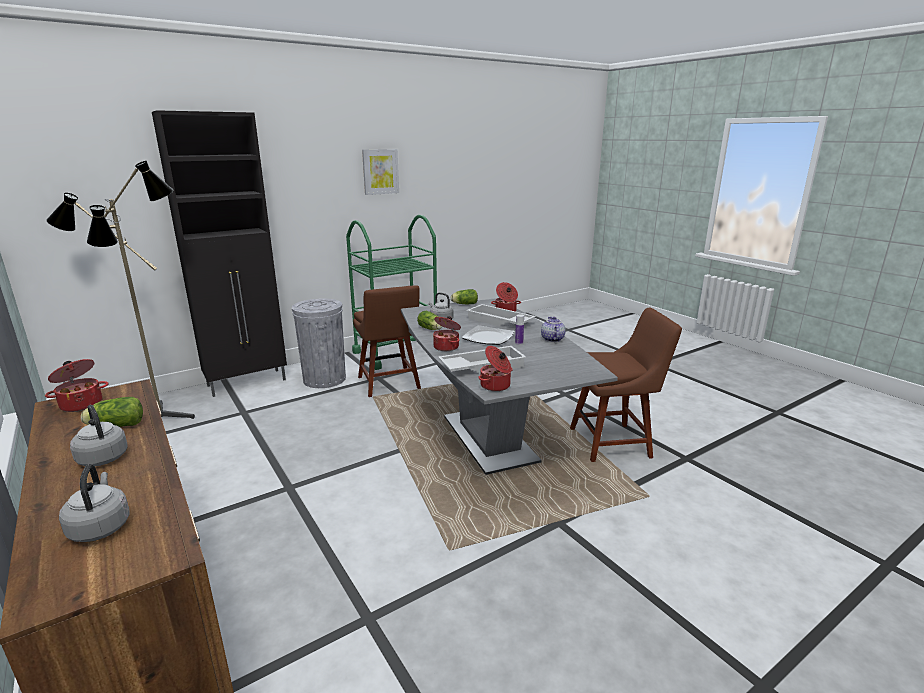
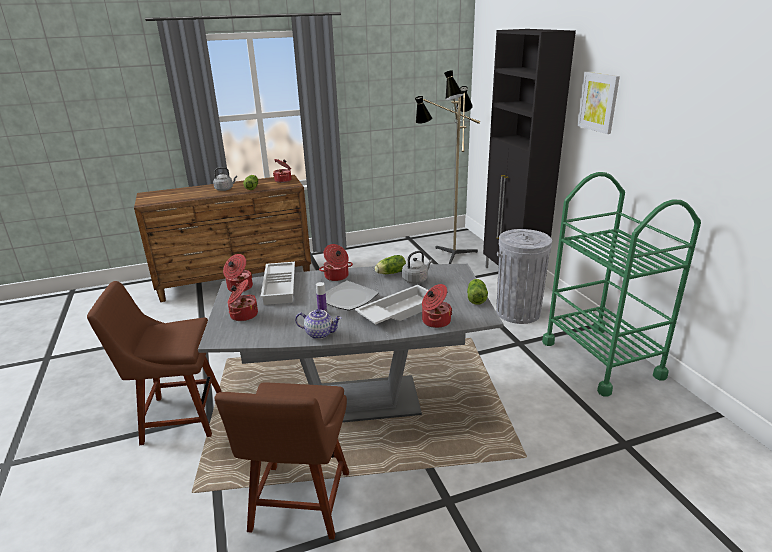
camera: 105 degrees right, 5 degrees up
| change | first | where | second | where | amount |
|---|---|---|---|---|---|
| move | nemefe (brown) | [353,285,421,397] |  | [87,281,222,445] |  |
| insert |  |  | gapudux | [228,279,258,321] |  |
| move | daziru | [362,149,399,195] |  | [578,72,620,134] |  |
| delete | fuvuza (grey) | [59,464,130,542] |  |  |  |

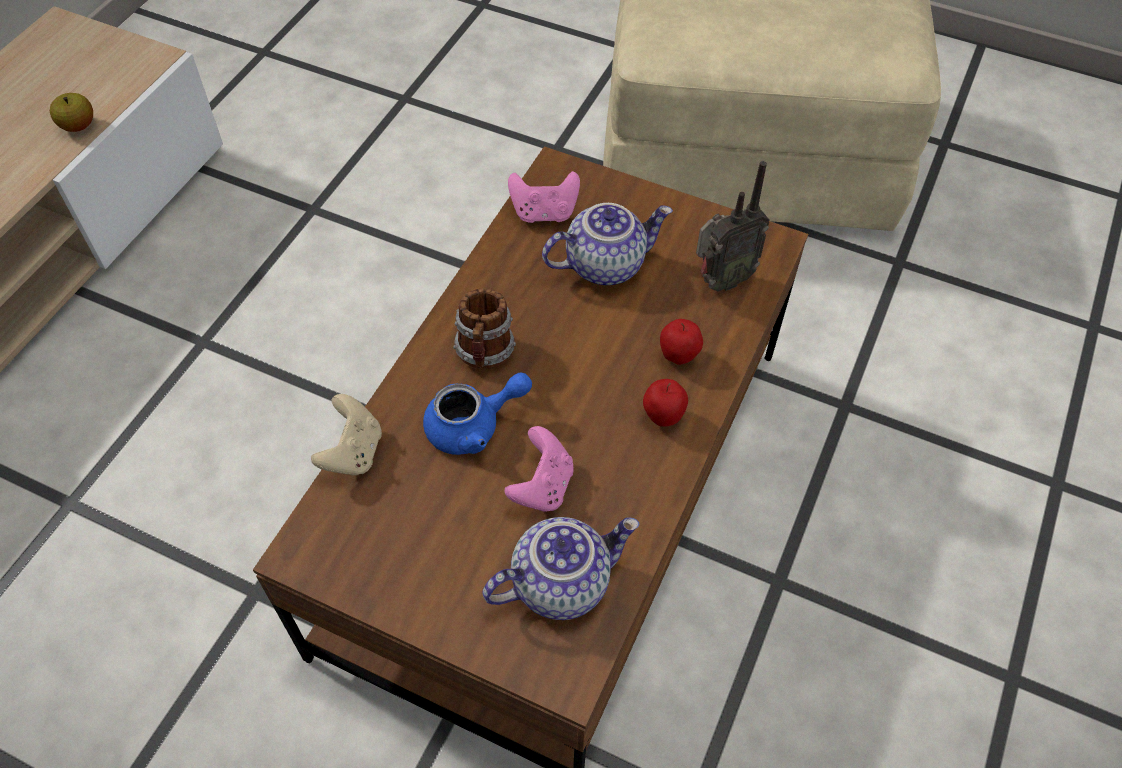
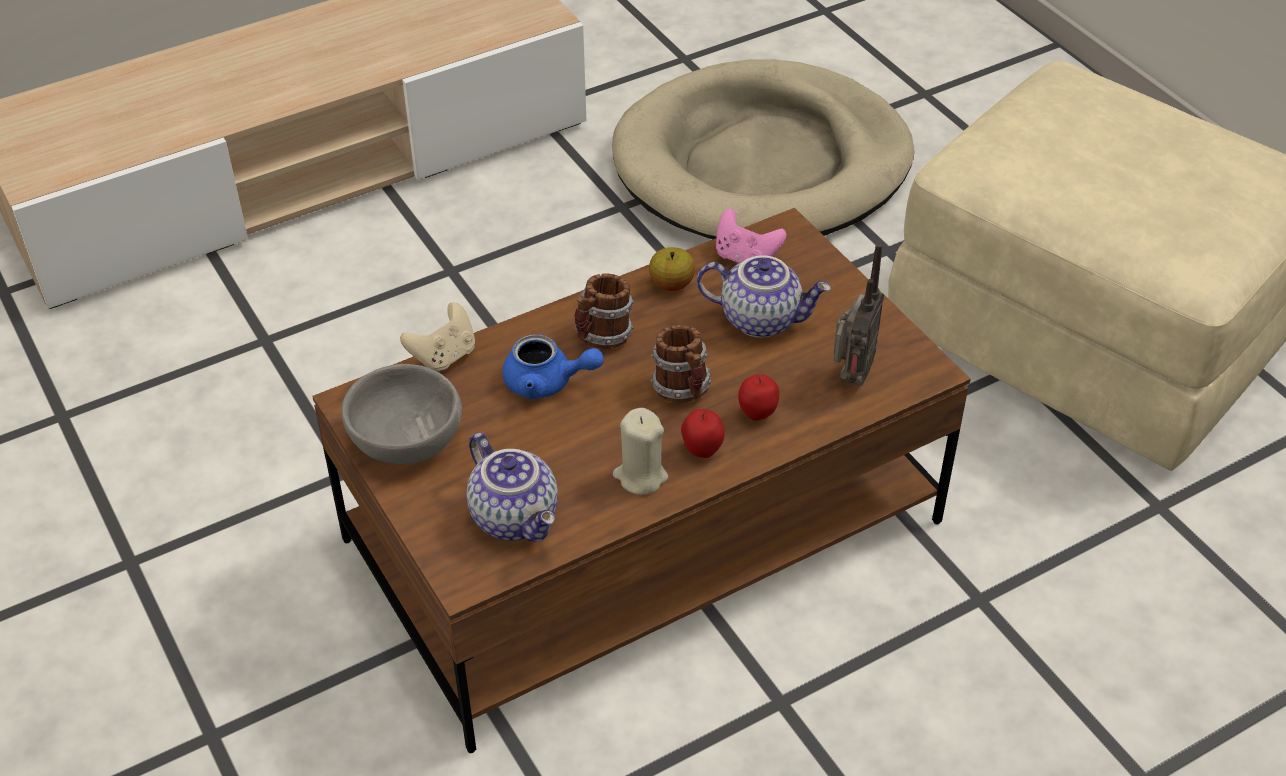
camera: 35 degrees right, 10 degrees down
| change | first | where | second | where | amount |
|---|---|---|---|---|---|
| insert |  |  | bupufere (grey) | [341,364,462,464] |  |
| rotate | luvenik | [483,517,639,620] |  | [467,433,558,542] | 45 degrees clockwise |
| insert |  |  | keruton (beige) | [612,59,914,239] |  |
| insert |  |  | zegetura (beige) | [613,408,668,495] |  |
| move | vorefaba | [50,93,93,132] |  | [649,247,695,291] |  |
| insert |  |  | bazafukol | [651,325,711,403] |  |
| rotate | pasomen | [696,161,770,292] |  | [834,243,884,386] | 75 degrees counterclockwise |
| delete | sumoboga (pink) | [505,426,574,511] |  |  |  |

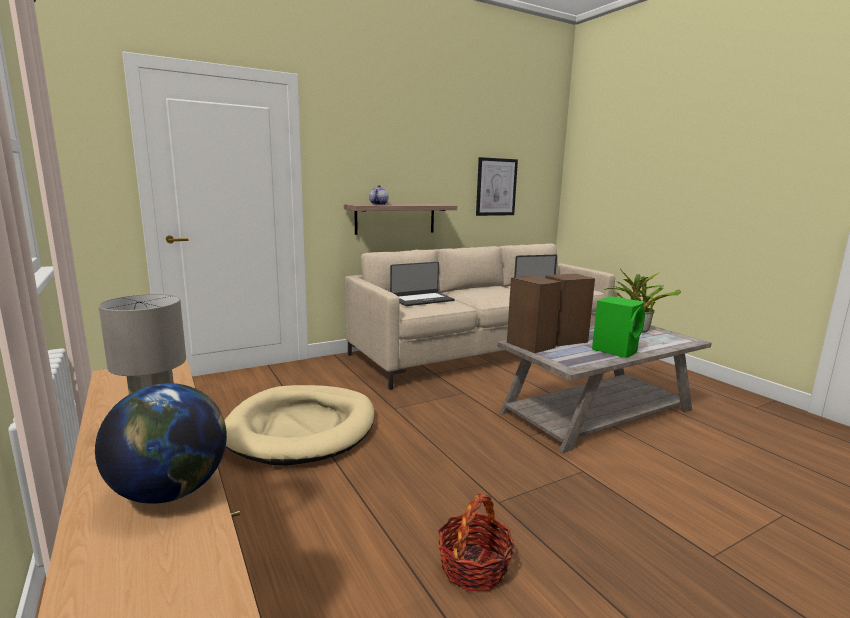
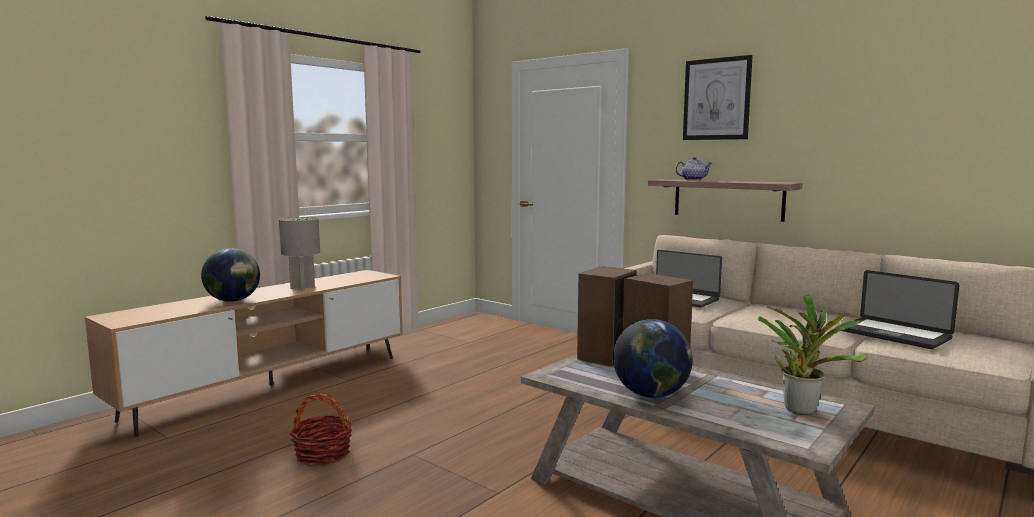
camera: 70 degrees right, 5 degrees down
| change | first | where | second | where | amount |
|---|---|---|---|---|---|
| replace | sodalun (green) | [592,296,645,358] | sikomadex | [613,319,693,398] |  |
| move | daziru | [476,157,518,216] |  | [683,55,753,140] |  |
| delete | keruton (beige) | [225,385,375,466] |  |  |  |

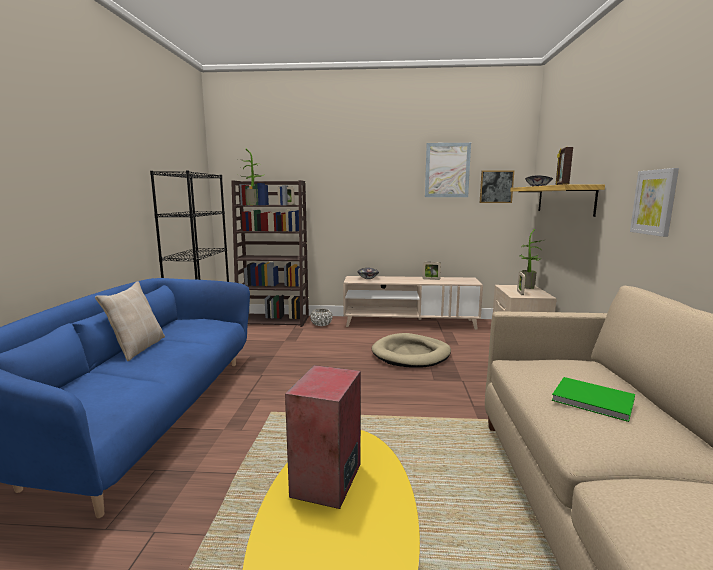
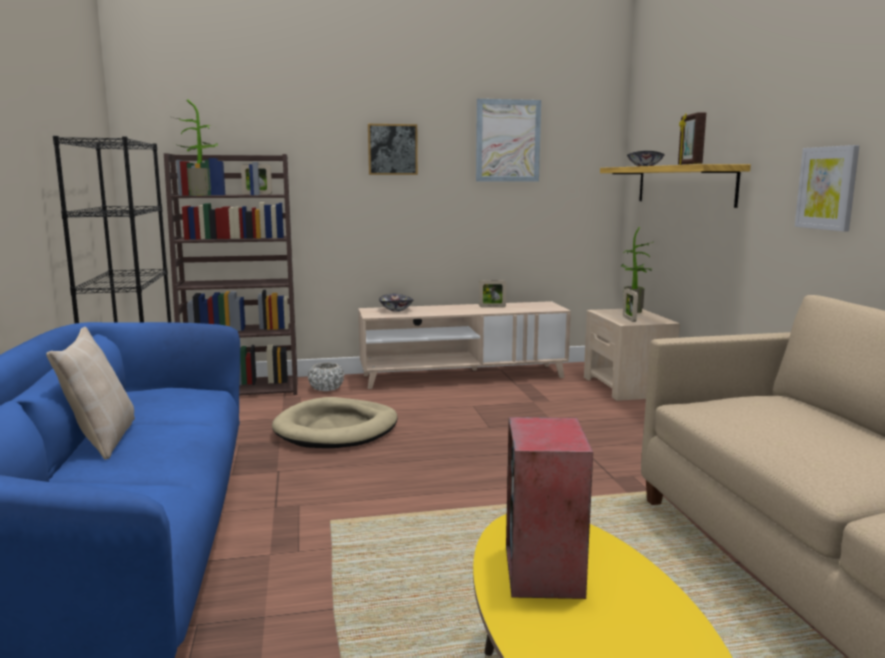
camera: 15 degrees left, 0 degrees up
| change | first | where | second | where | amount |
|---|---|---|---|---|---|
| move | keruton (beige) | [372,333,451,368] |  | [272,397,398,448] |  |
| move | daziru | [480,170,514,203] |  | [368,124,418,175] |  |
| delete | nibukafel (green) | [552,377,635,422] |  |  |  |

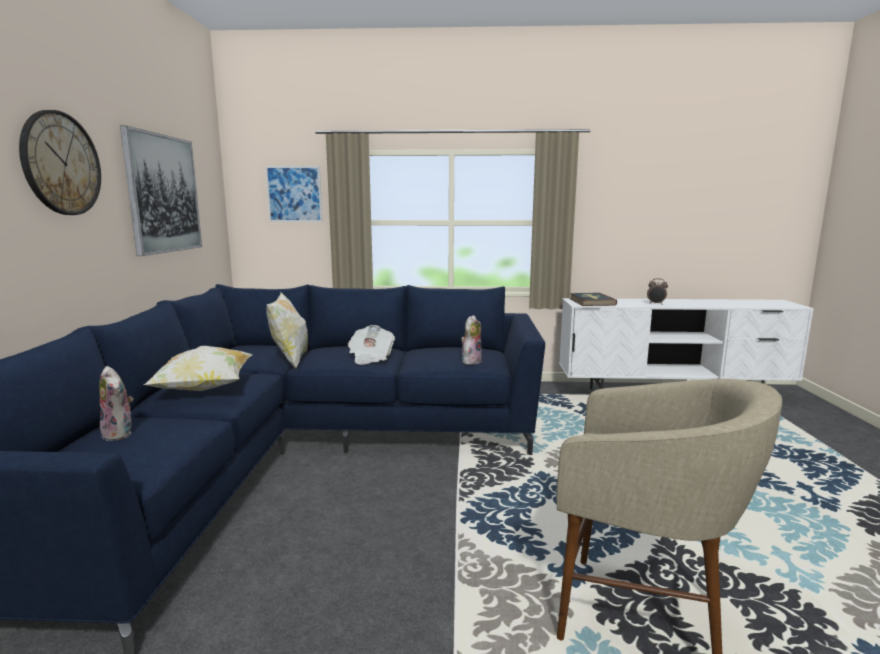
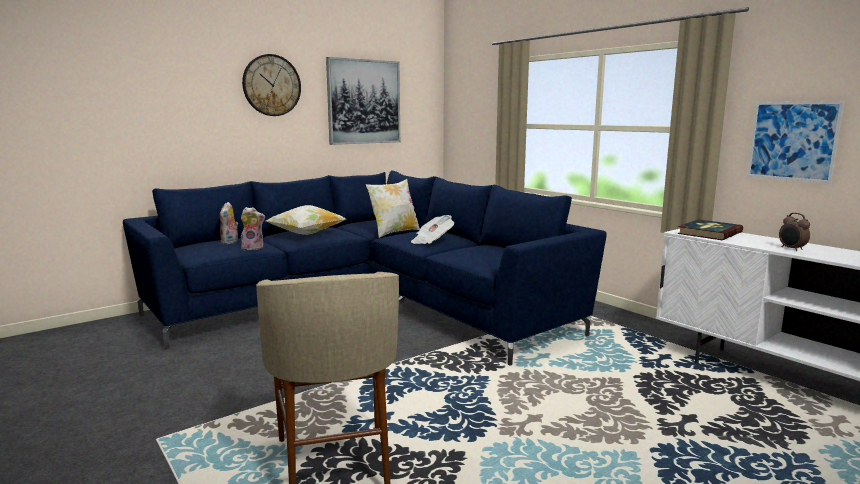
camera: 50 degrees right, 0 degrees up
| change | first | where | second | where | amount |
|---|---|---|---|---|---|
| move | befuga | [461,315,482,365] |  | [241,207,265,250] |  |
| move | daziru | [265,166,323,222] |  | [747,101,844,183] |  |

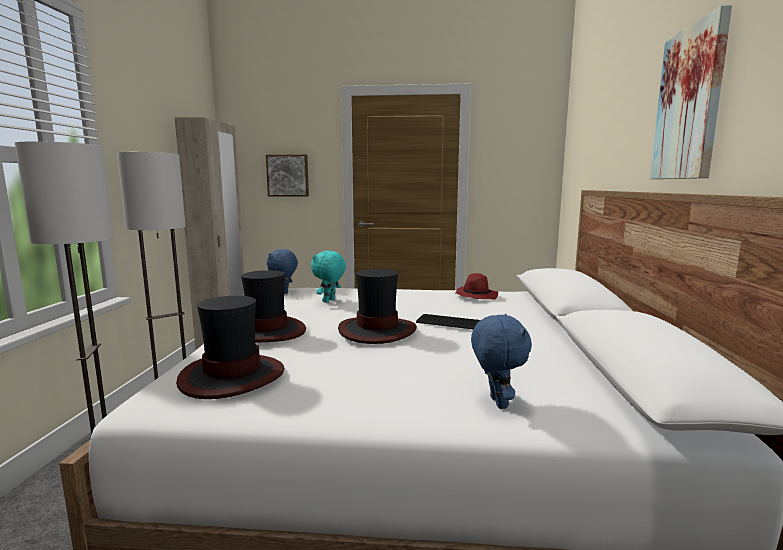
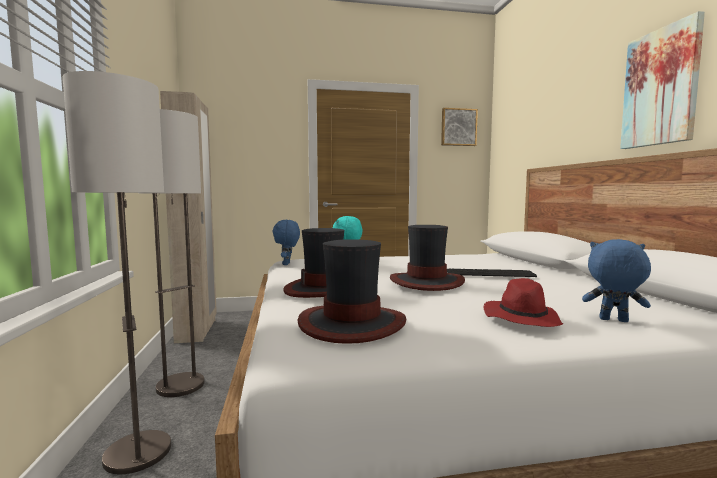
camera: 15 degrees left, 5 degrees down
| change | first | where | second | where | amount |
|---|---|---|---|---|---|
| move | daziru | [266,155,309,197] |  | [441,108,478,146] |  |
| move | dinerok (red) | [455,273,498,300] |  | [484,278,563,327] |  |
| rotate | befuga (blue) | [471,314,532,409] |  | [582,239,651,322] | 45 degrees counterclockwise |

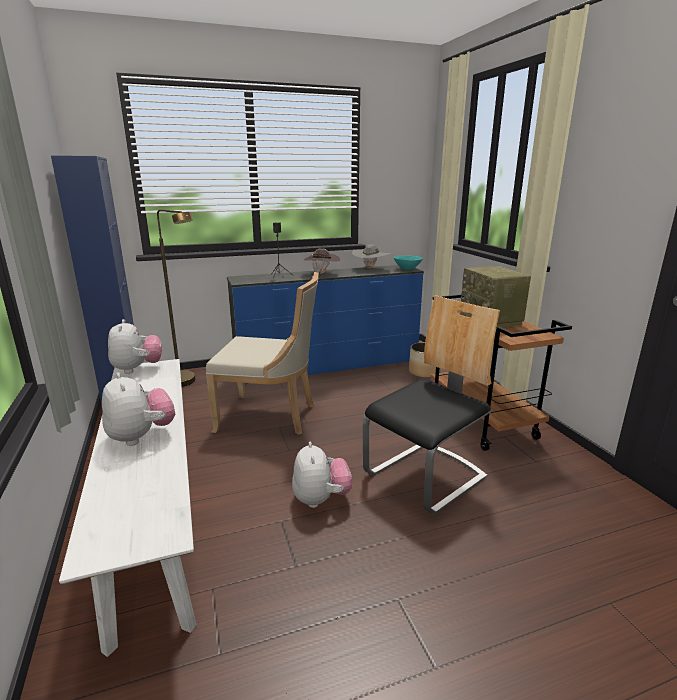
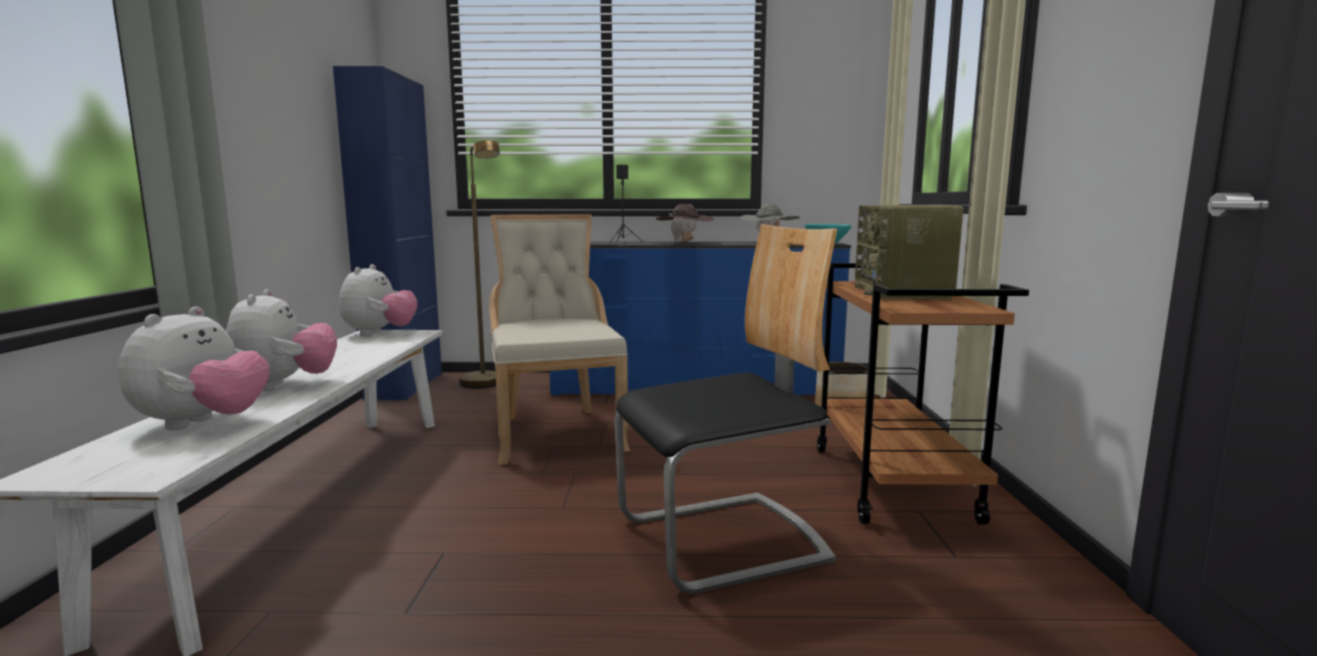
camera: 20 degrees right, 10 degrees down
| change | first | where | second | where | amount |
|---|---|---|---|---|---|
| move | befuga | [292,442,352,508] |  | [118,306,270,430] |  |
| rotate | nemefe (beige) | [206,272,319,435] |  | [489,214,630,465] | 135 degrees counterclockwise |

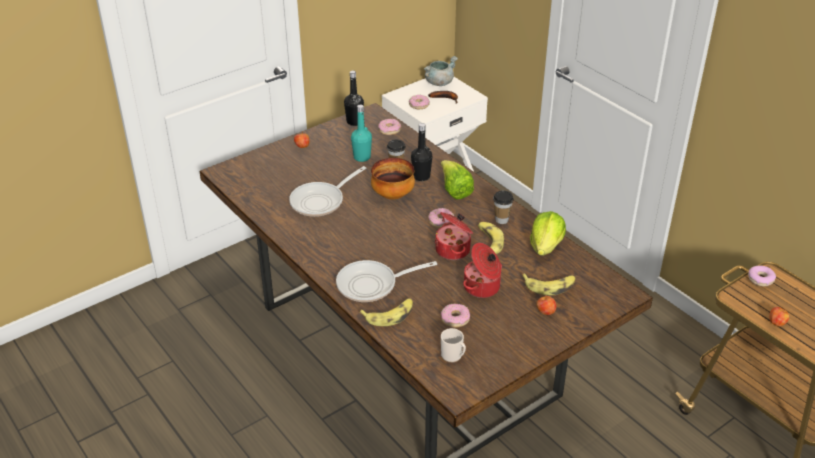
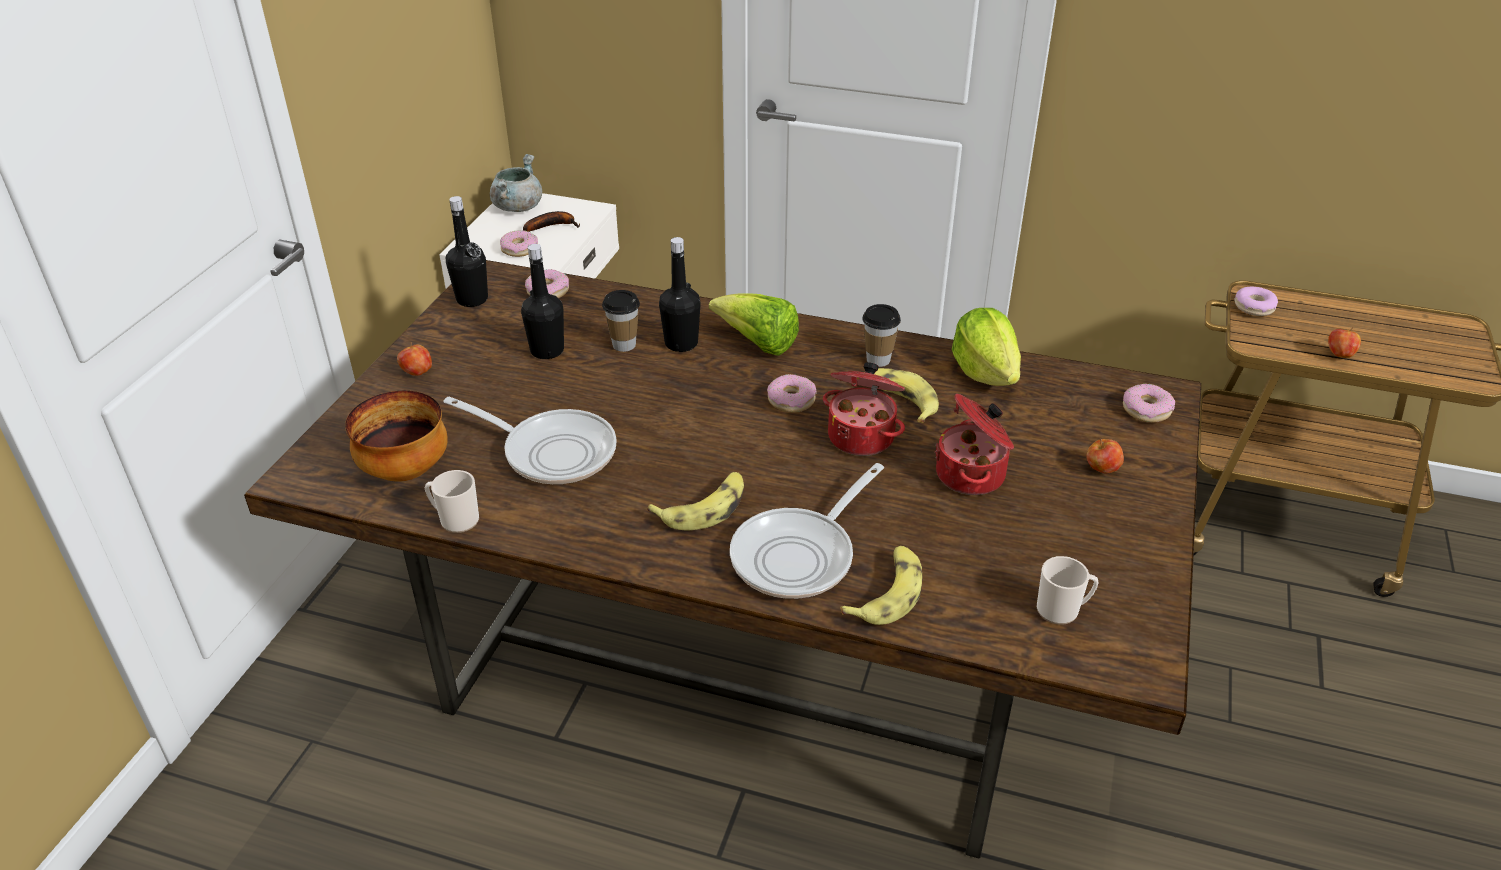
camera: 35 degrees left, 0 degrees up
| change | first | where | second | where | amount |
|---|---|---|---|---|---|
| move | bupufere | [371,158,415,200] |  | [345,391,448,482] |  |
| insert |  |  | bazafukol | [425,470,479,533] |  |
| rotate | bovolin | [289,166,367,217] |  | [444,397,617,484] | 75 degrees counterclockwise |
| recolor | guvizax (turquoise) | [351,104,372,162] | guvizax (black) | [521,244,564,359] |  |
| move | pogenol | [522,273,575,295] |  | [647,472,744,530] |  |
| move | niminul | [441,304,470,328] |  | [1123,384,1175,423] |  |

